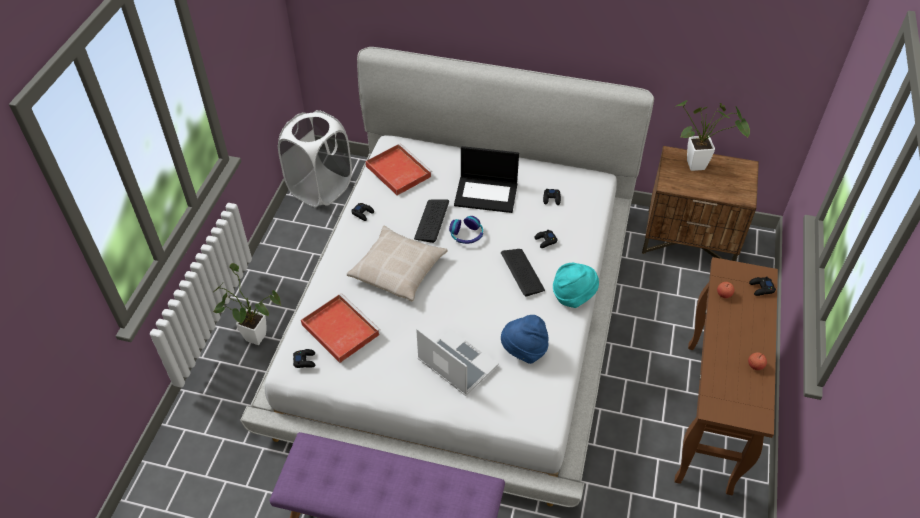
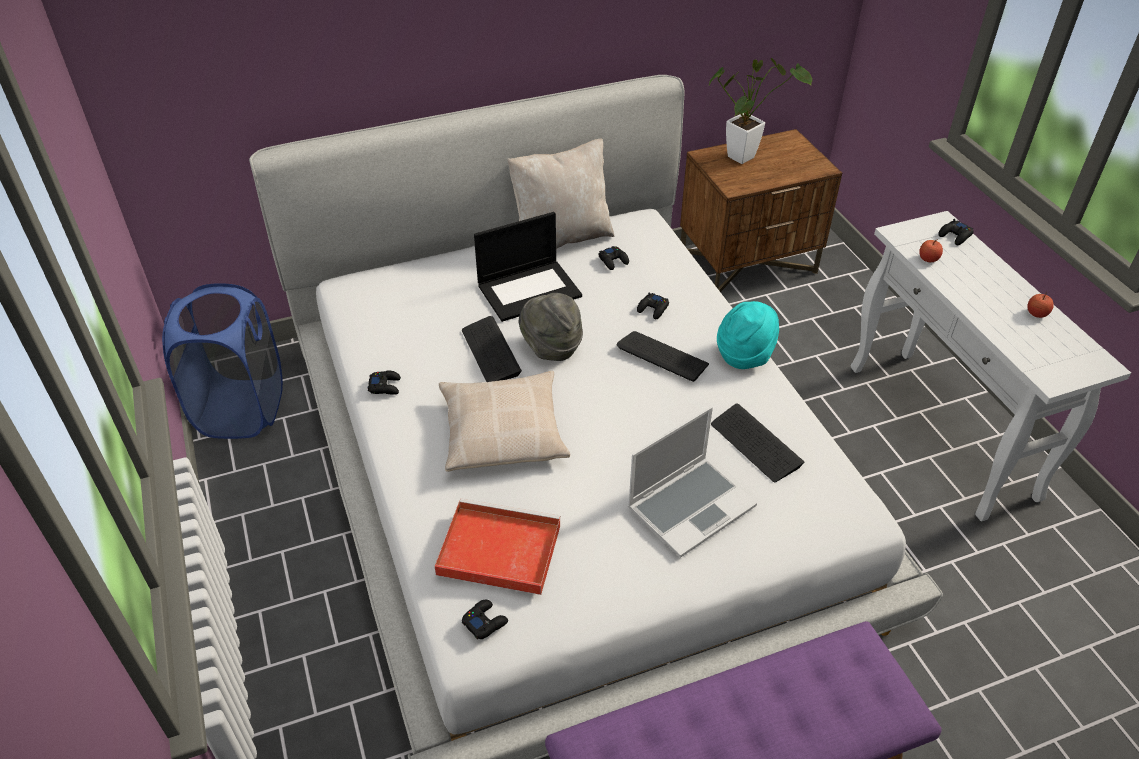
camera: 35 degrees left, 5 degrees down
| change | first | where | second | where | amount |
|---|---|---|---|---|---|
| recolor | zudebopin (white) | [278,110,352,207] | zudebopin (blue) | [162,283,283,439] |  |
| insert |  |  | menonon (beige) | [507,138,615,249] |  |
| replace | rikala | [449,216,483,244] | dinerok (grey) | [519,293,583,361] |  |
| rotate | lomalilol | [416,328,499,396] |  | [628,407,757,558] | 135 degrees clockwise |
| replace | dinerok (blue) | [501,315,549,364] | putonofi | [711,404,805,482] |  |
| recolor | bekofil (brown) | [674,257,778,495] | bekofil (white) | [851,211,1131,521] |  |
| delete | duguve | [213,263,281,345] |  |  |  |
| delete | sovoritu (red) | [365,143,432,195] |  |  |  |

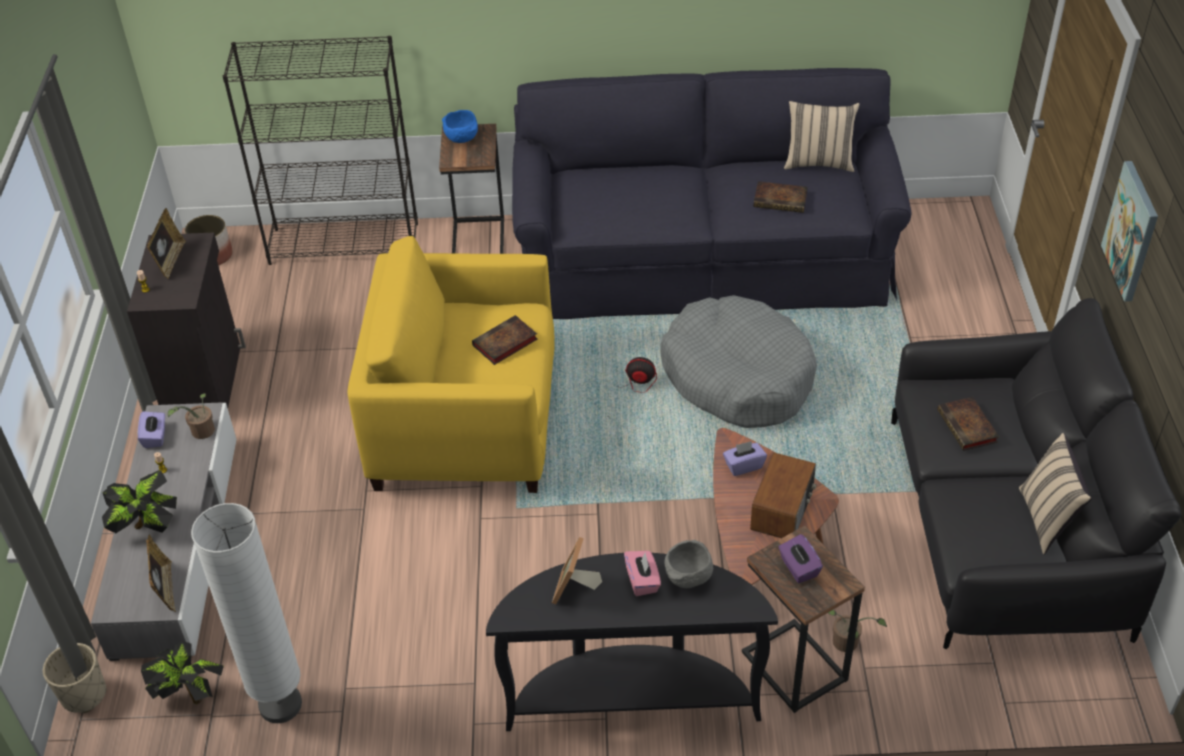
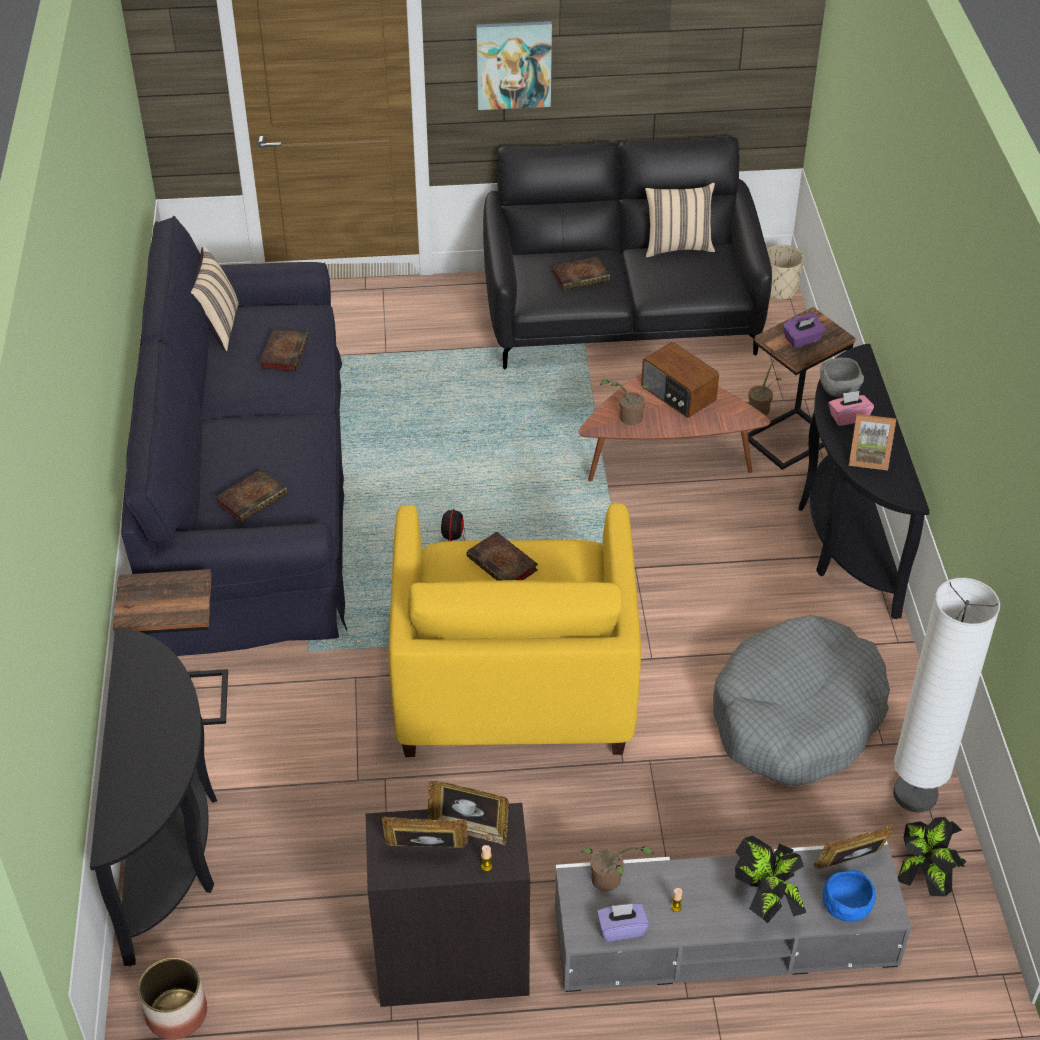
camera: 95 degrees left, 0 degrees up
| change | first | where | second | where | amount |
|---|---|---|---|---|---|
| replace | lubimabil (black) | [223,36,418,265] | bekofil (black) | [90,628,217,966] |  |
| insert |  |  | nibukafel | [215,469,287,523] |  |
| insert |  |  | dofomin | [427,781,509,846] |  |
| replace | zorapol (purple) | [723,441,767,476] | duguve | [600,380,649,425] |  |
| rotate | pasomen | [750,452,817,538] |  | [641,342,719,418] | 150 degrees counterclockwise |
| move | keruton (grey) | [660,295,817,428] |  | [713,615,890,786] |  |
| move | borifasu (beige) | [43,643,106,713] |  | [767,245,804,300] |  |
| move | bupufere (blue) | [442,110,478,143] |  | [823,870,876,922] |  |

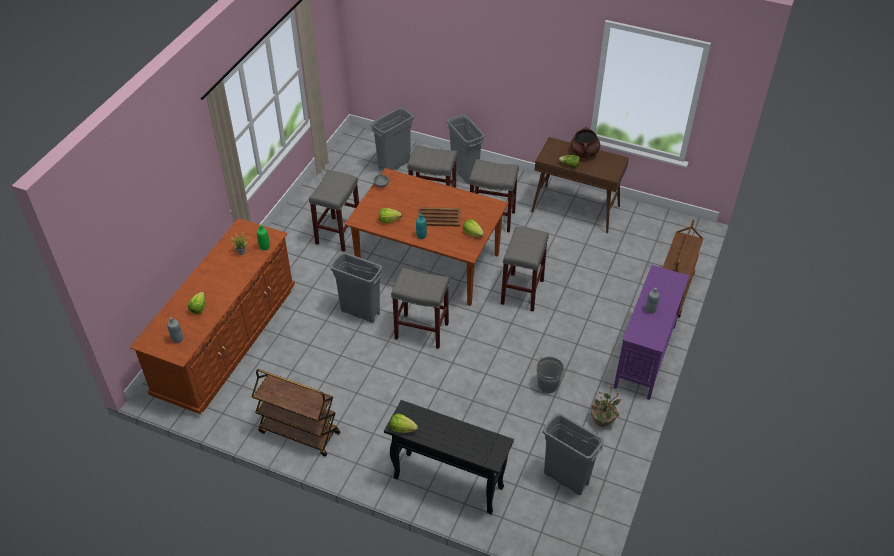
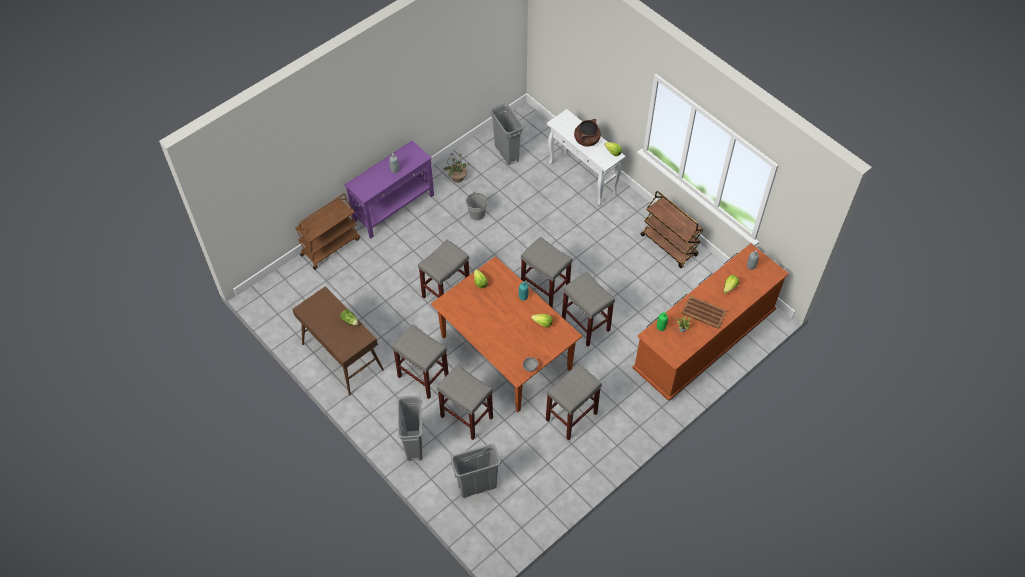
camera: 155 degrees left, 10 degrees up
| change | first | where | second | where | amount |
|---|---|---|---|---|---|
| recolor | bekofil (black) | [384,400,514,514] | bekofil (white) | [547,109,626,205] |  |
| replace | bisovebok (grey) | [330,252,383,323] | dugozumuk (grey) | [562,272,615,347] |  |
| move | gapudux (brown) | [570,127,600,158] |  | [574,119,601,146] |  |
| move | sovoritu (brown) | [418,207,461,227] |  | [681,295,727,329] |  |

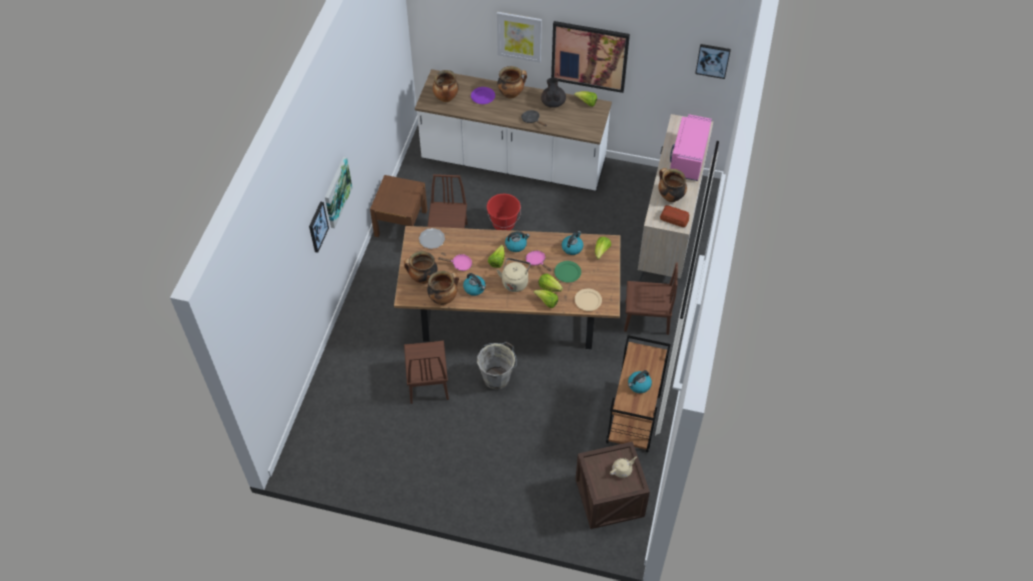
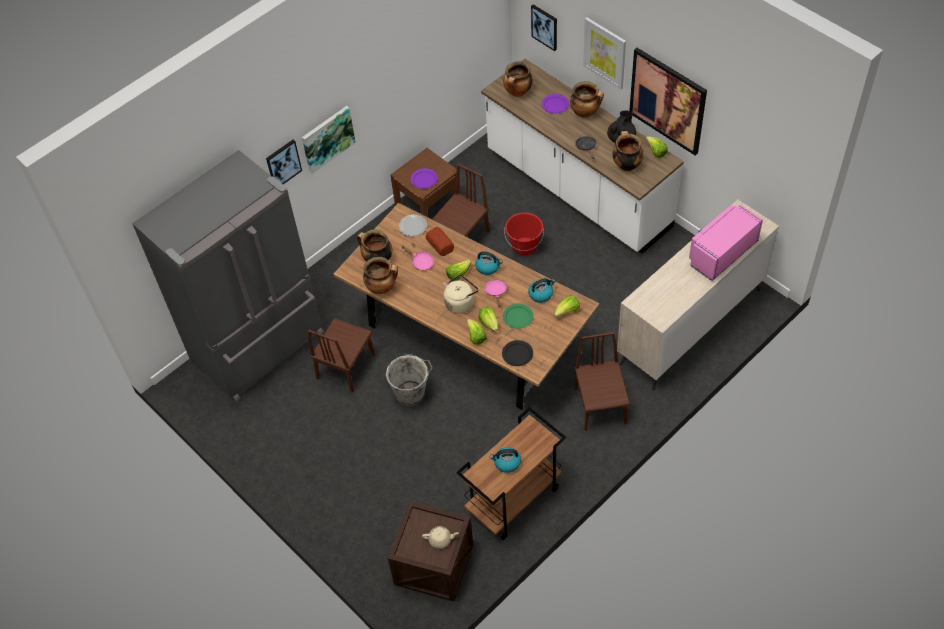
camera: 35 degrees right, 0 degrees up
| change | first | where | second | where | amount |
|---|---|---|---|---|---|
| insert |  |  | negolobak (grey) | [132,150,324,402] |  |
| insert |  |  | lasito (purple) | [411,168,438,189] |  |
| move | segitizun | [660,205,689,227] |  | [426,227,454,256] |  |
| recolor | lasito (beige) | [575,289,602,311] | lasito (black) | [502,340,533,366] |  |
| move | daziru | [695,44,731,79] |  | [531,4,557,51] |  |
| rotate | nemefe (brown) | [624,262,678,335] |  | [574,332,630,431] | 135 degrees counterclockwise |
| move | gapudux | [658,168,687,202] |  | [612,131,644,171] |  |
| delete | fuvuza | [463,273,486,296] |  |  |  |

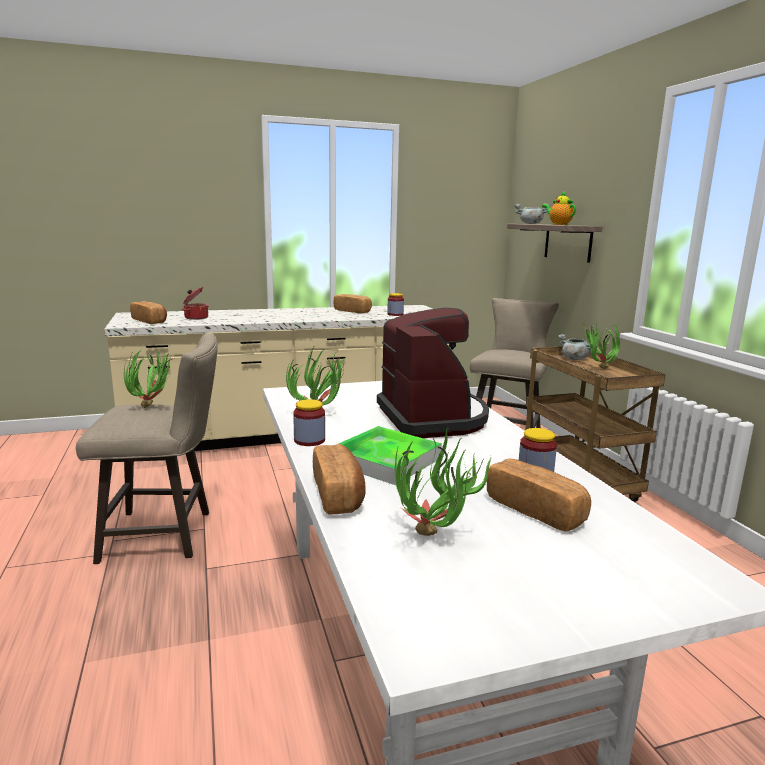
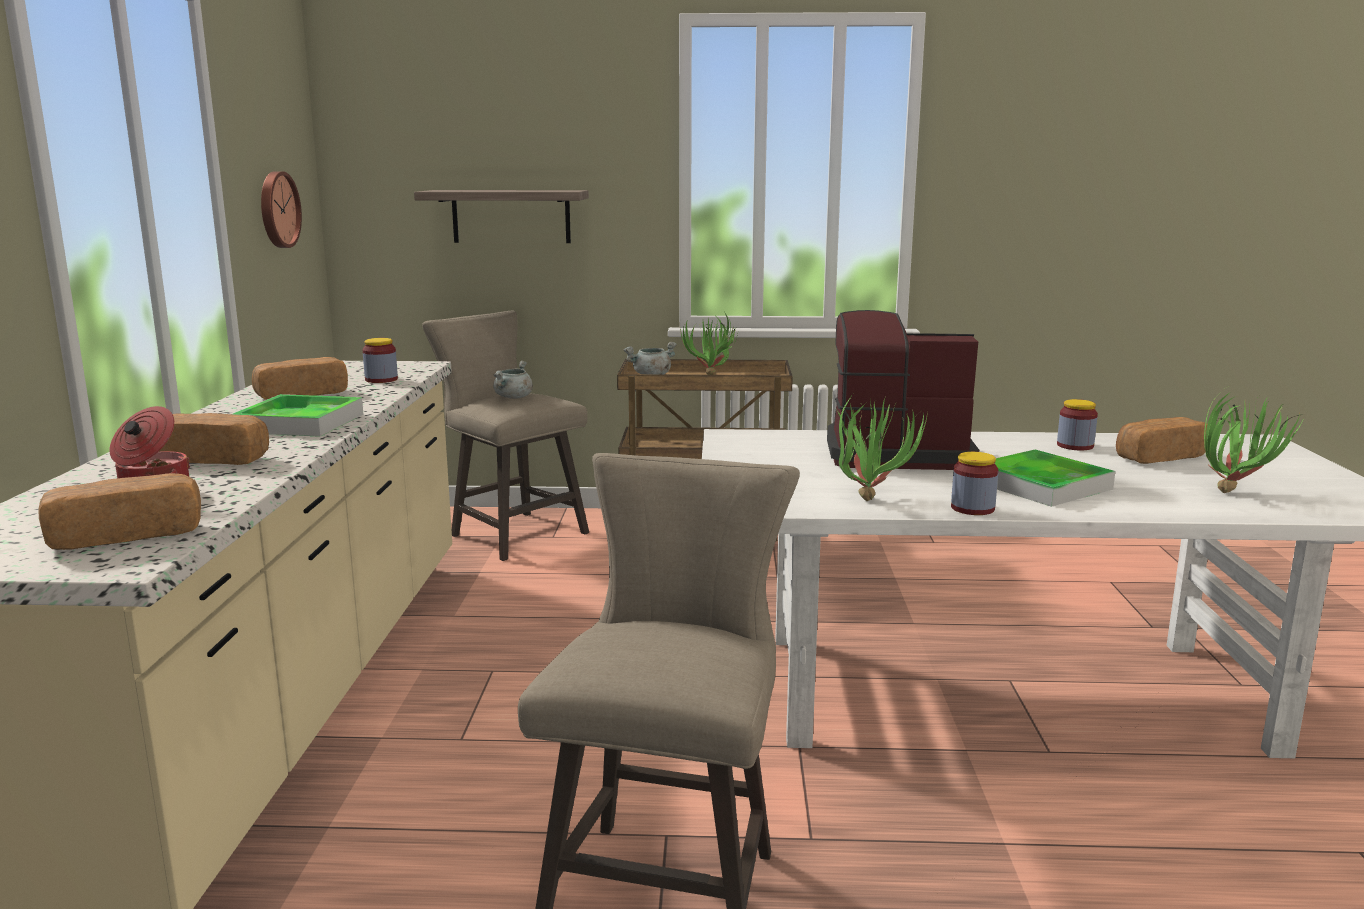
camera: 70 degrees left, 0 degrees up
| change | first | where | second | where | amount |
|---|---|---|---|---|---|
| move | segitizun | [313,444,366,515] |  | [158,413,269,465] |  |
| insert |  |  | sovoritu | [233,394,364,437] |  |
| insert |  |  | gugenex | [261,171,302,248] |  |
| move | gapudux (grey) | [514,203,549,224] |  | [493,361,533,399] |  |
| delete | duguve | [124,348,176,408] |  |  |  |
| delete | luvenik | [542,191,576,225] |  |  |  |

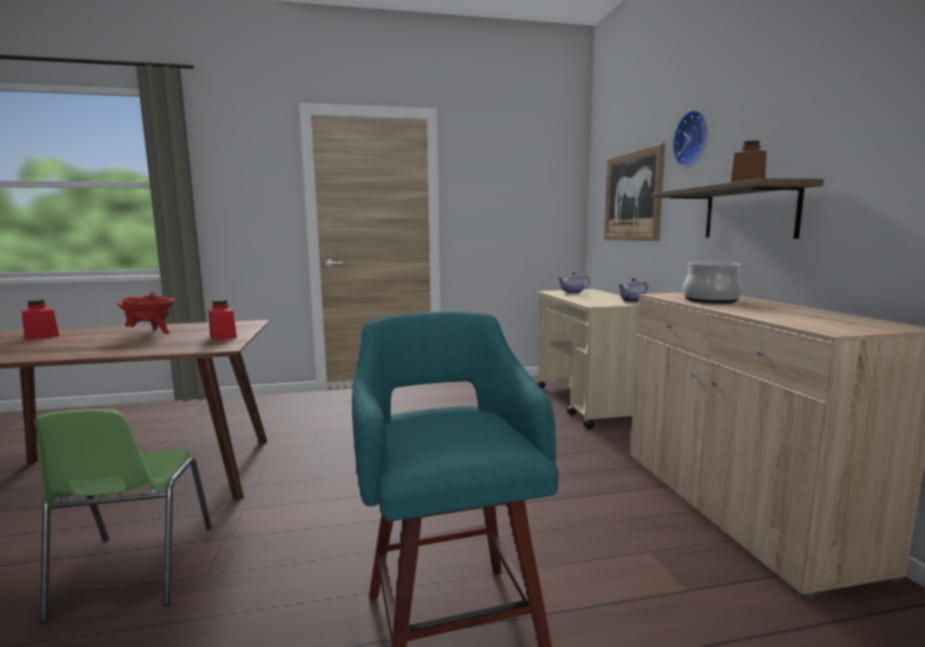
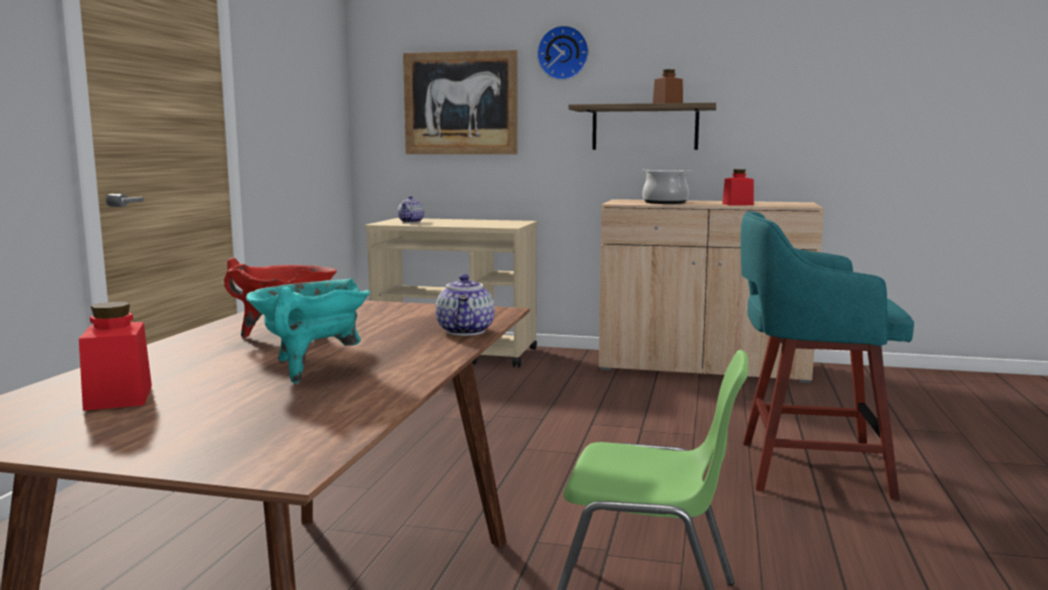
camera: 65 degrees left, 0 degrees up
| change | first | where | second | where | amount |
|---|---|---|---|---|---|
| insert |  |  | gapudux (turquoise) | [246,278,370,383] |  |
| move | luvenik | [618,278,648,302] |  | [436,274,495,336] |  |
| move | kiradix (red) | [208,300,237,341] |  | [722,169,754,206] |  |

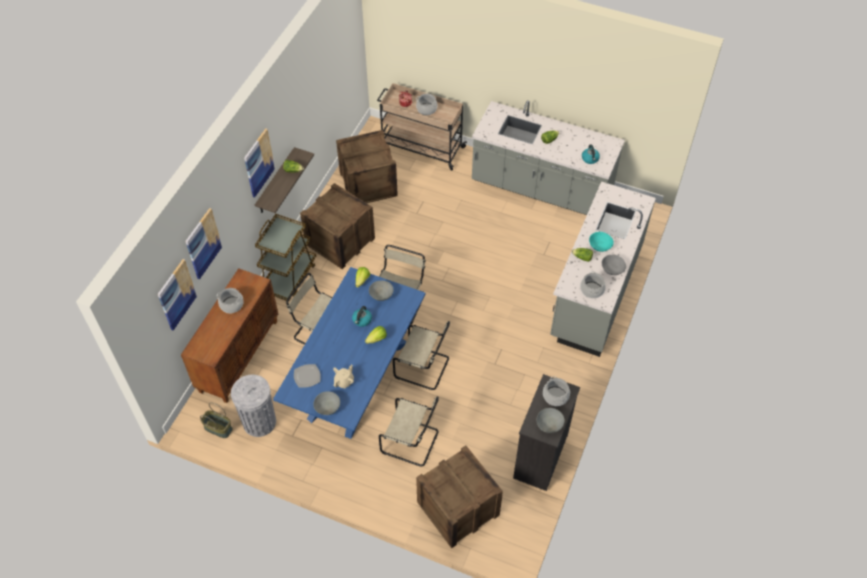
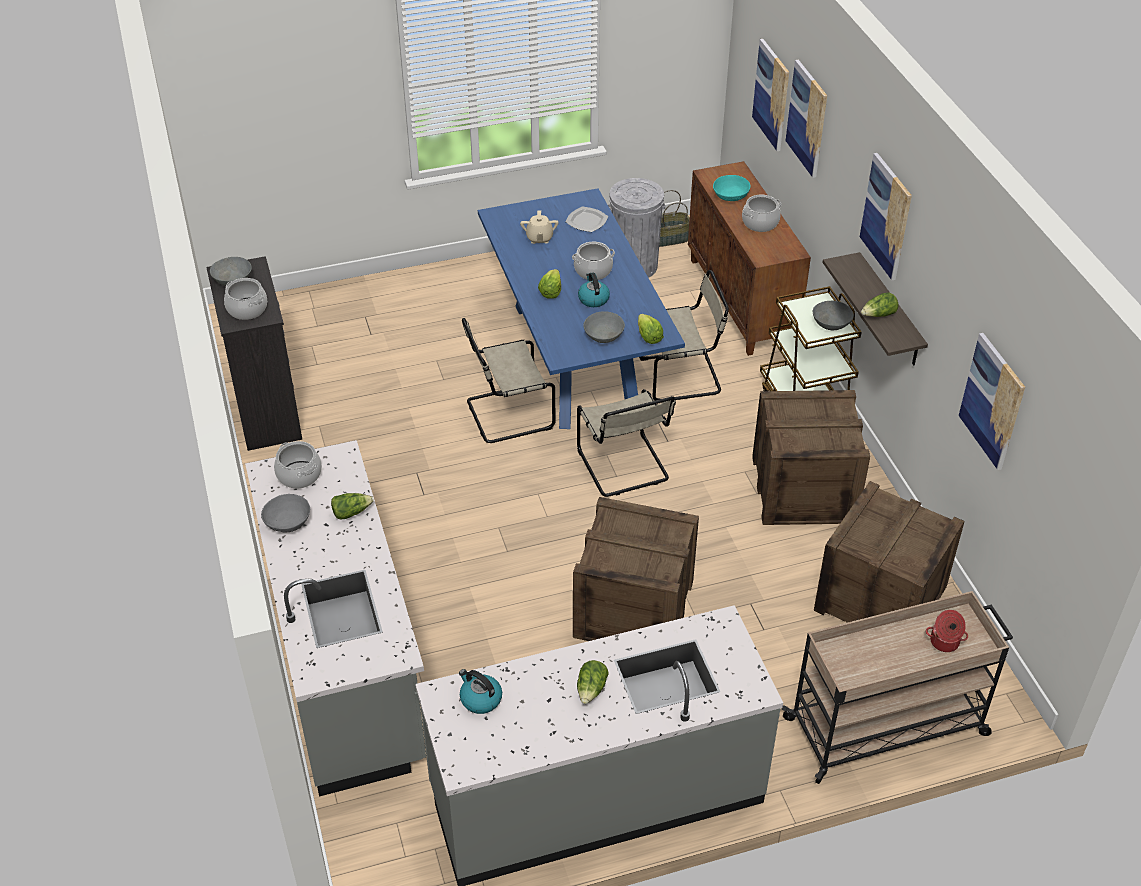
camera: 140 degrees right, 10 degrees down
| change | first | where | second | where | amount |
|---|---|---|---|---|---|
| move | gapudux | [416,94,438,115] |  | [572,242,615,280] |  |
| move | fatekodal | [416,445,503,548] |  | [573,497,699,641] |  |
| move | bupufere (turquoise) | [589,232,614,252] |  | [713,175,751,201] |  |
| move | bupufere (grey) | [313,391,340,415] |  | [813,301,854,330] |  |
| insert |  |  | daziru | [959,333,1025,470] |  |
| delete | nemefe (beige) | [379,396,439,467] |  |  |  |

